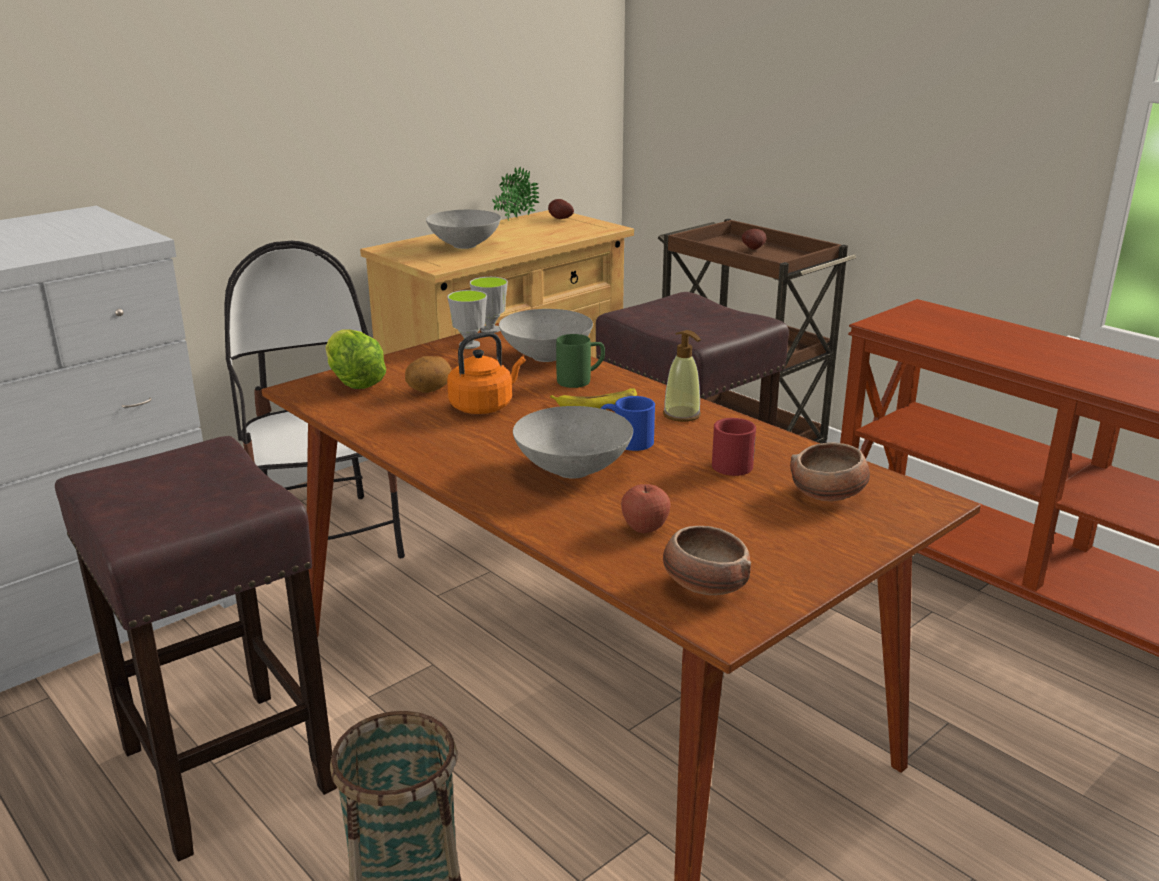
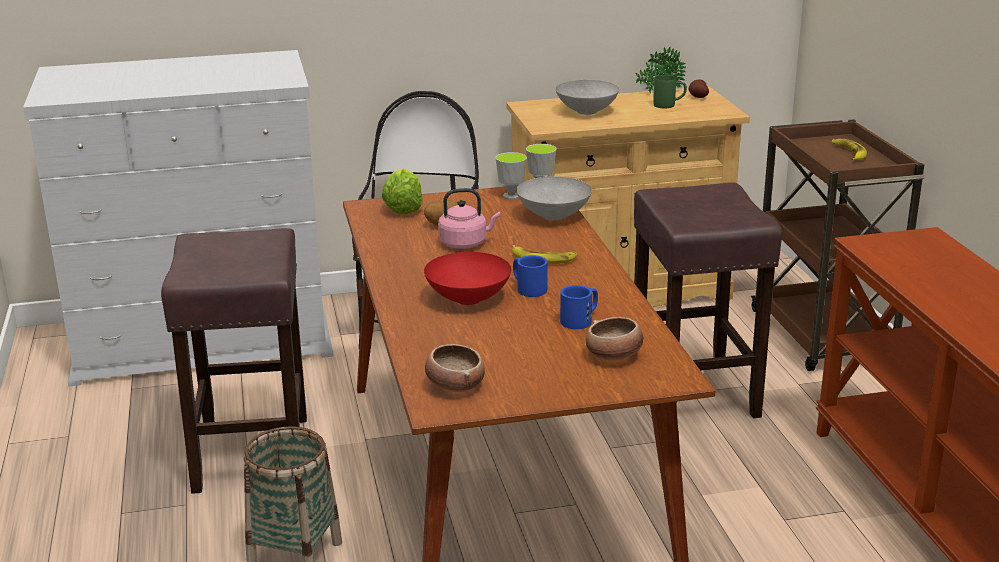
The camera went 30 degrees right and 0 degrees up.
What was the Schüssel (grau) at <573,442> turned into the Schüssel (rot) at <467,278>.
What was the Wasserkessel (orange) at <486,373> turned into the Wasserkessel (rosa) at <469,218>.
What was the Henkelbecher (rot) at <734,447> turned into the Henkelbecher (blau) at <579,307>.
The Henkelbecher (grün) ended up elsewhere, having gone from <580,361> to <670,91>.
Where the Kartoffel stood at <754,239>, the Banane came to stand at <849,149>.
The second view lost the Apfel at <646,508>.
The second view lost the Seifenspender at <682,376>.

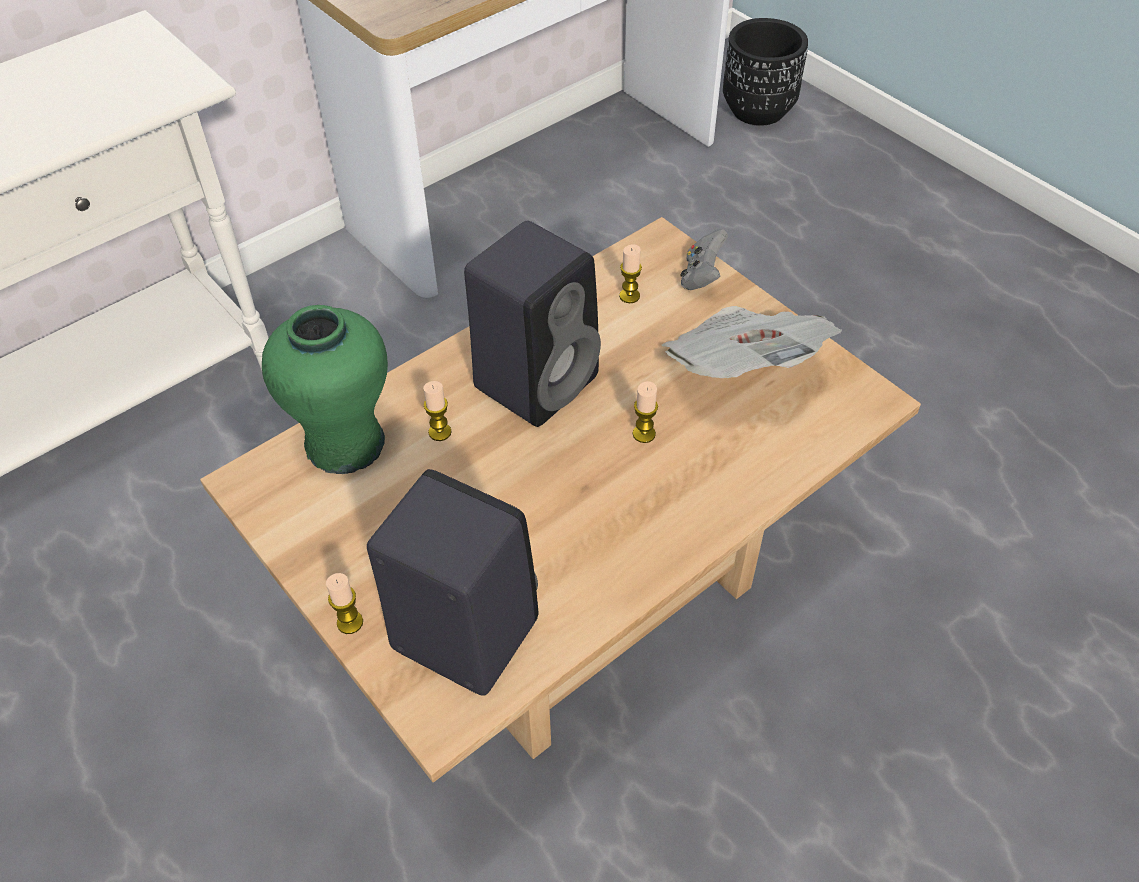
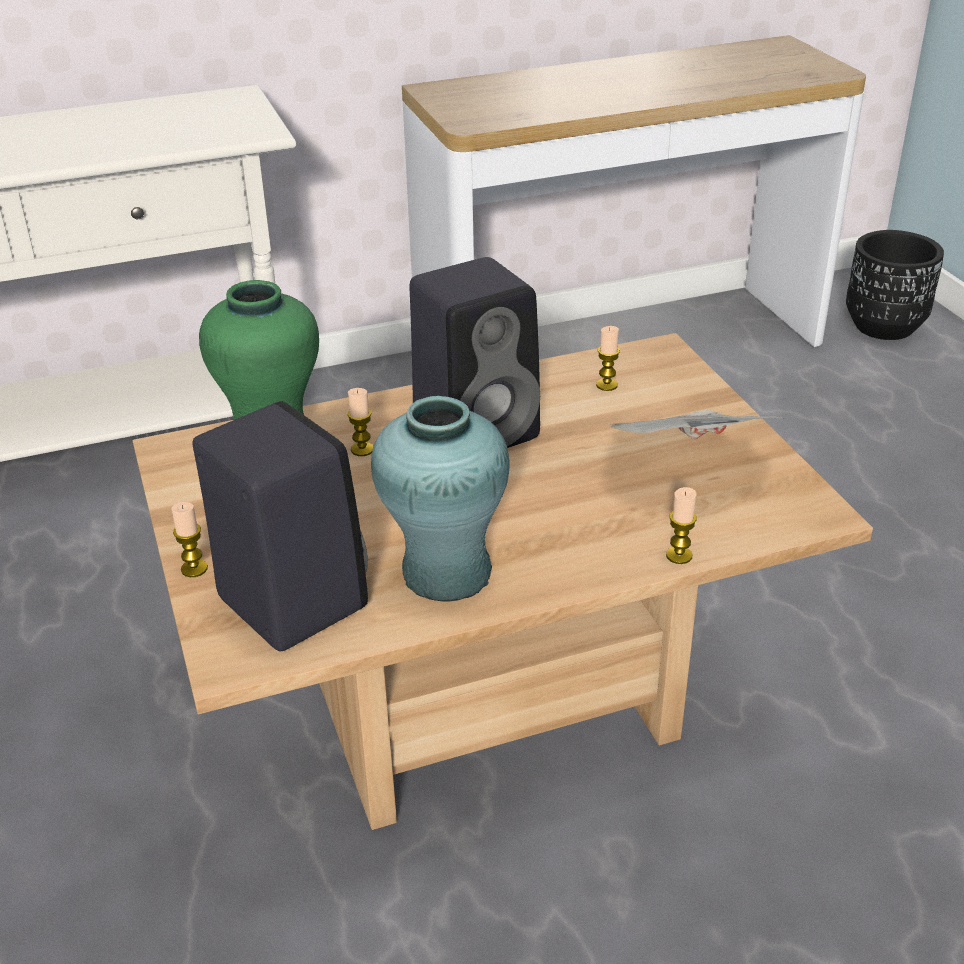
The camera went 20 degrees right and 15 degrees down.
The second view gained the Vase (türkis) at <440,499>.
The Kerze ended up elsewhere, having gone from <645,412> to <681,525>.
The second view lost the Gamepad (grau) at <704,259>.

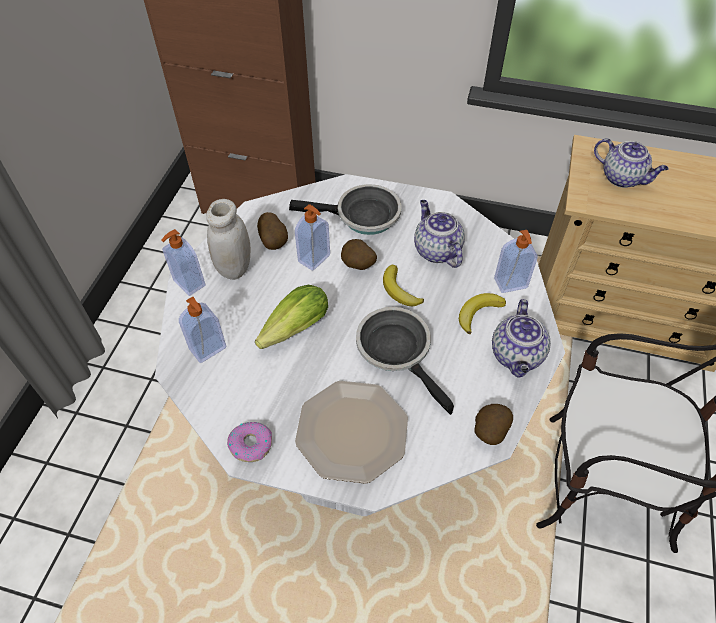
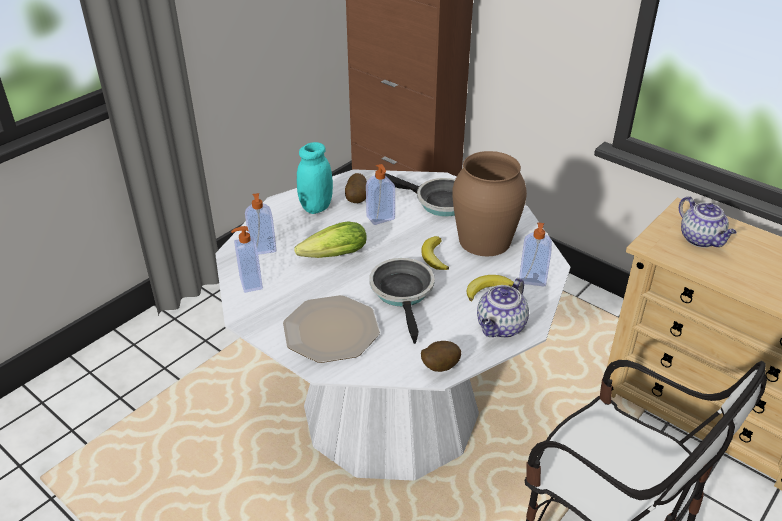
The camera went 25 degrees right and 15 degrees down.
The Seifenspender ended up elsewhere, having gone from <183,262> to <247,259>.
What was the Vorratsglas (weiß) at <228,239> turned into the Vorratsglas (türkis) at <315,178>.
Where the Teekanne stood at <439,234>, the Vase (braun) came to stand at <489,203>.
The second view lost the Donut at <249,442>.
The second view lost the Kartoffel at <359,254>.

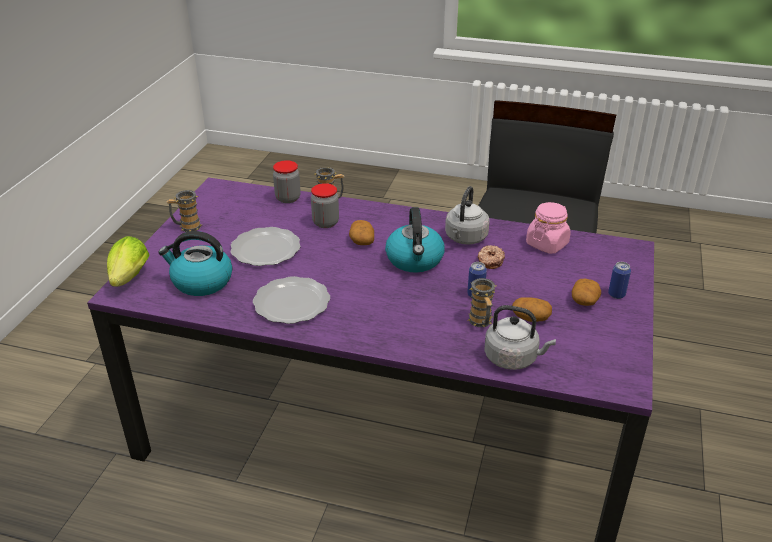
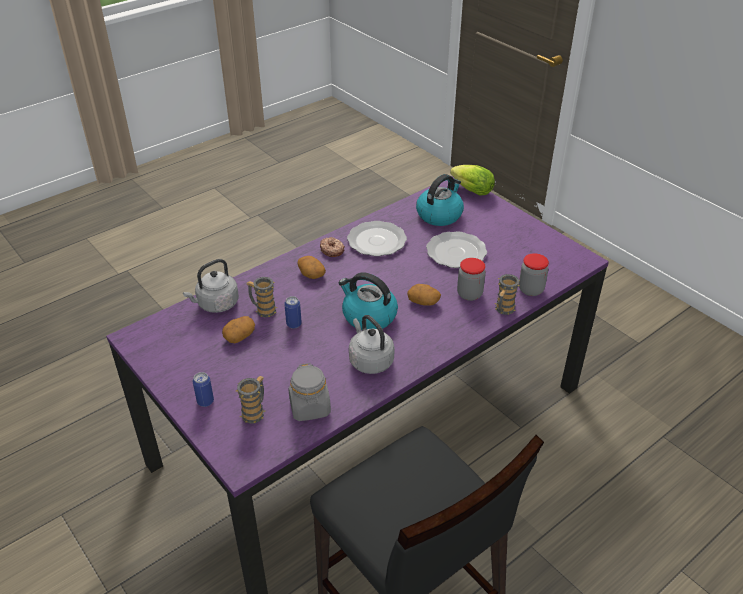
The camera went 125 degrees right and 5 degrees up.
The Henkelbecher ended up elsewhere, having gone from <184,211> to <250,400>.
What was the Vorratsglas (rosa) at <548,228> turned into the Vorratsglas (grau) at <310,392>.
The Kartoffel ended up elsewhere, having gone from <586,292> to <311,267>.
The Donut ended up elsewhere, having gone from <491,257> to <332,247>.

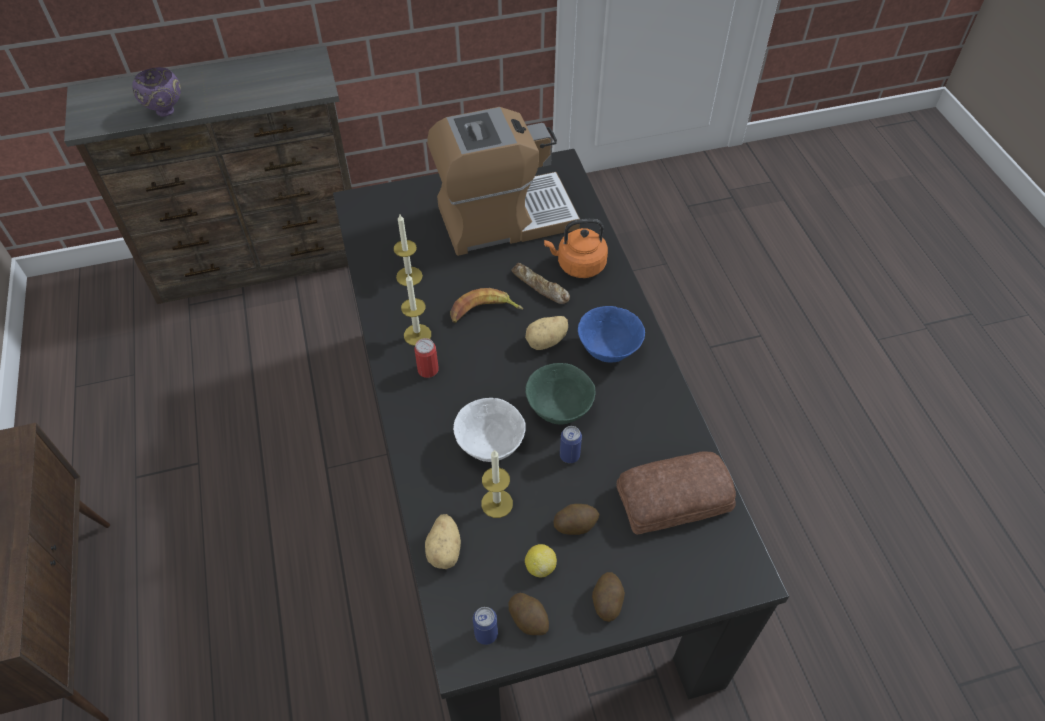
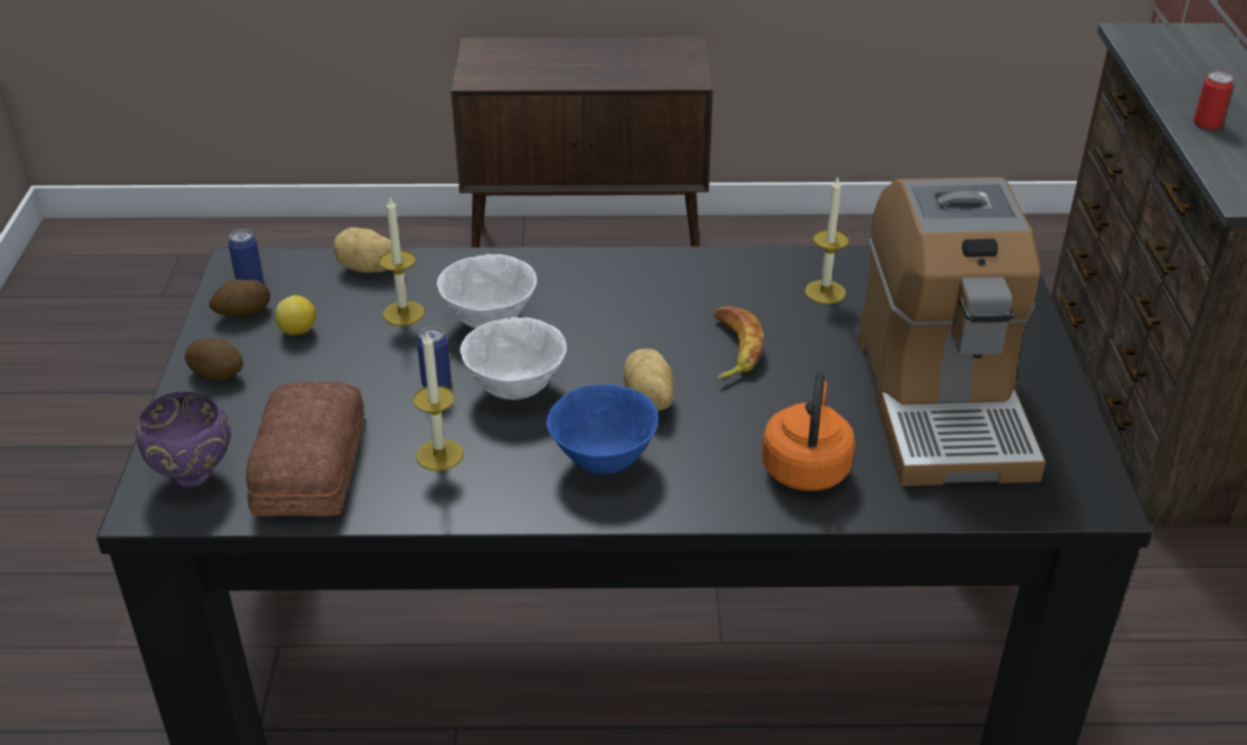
The camera went 105 degrees right and 15 degrees down.
The Schüssel (lila) ended up elsewhere, having gone from <156,92> to <183,439>.
The Kerze ended up elsewhere, having gone from <416,310> to <438,401>.
What was the Schüssel (grün) at <560,394> turned into the Schüssel (weiß) at <513,358>.
The Dose ended up elsewhere, having gone from <427,358> to <1213,101>.
The second view lost the Brot at <541,283>.
The second view lost the Kartoffel at <576,519>.

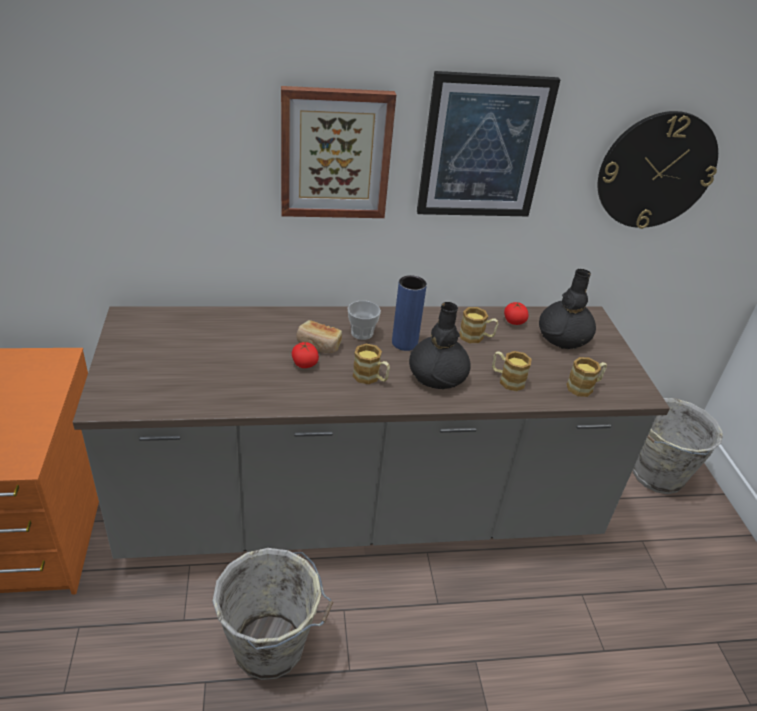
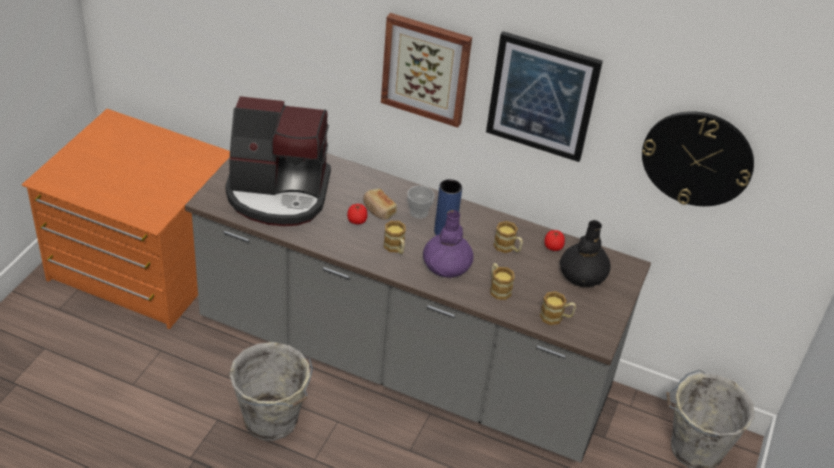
The camera went 30 degrees right and 5 degrees up.
The second view gained the Kaffeemaschine at <278,161>.
What was the Vase (schwarz) at <440,345> turned into the Vase (lila) at <448,244>.

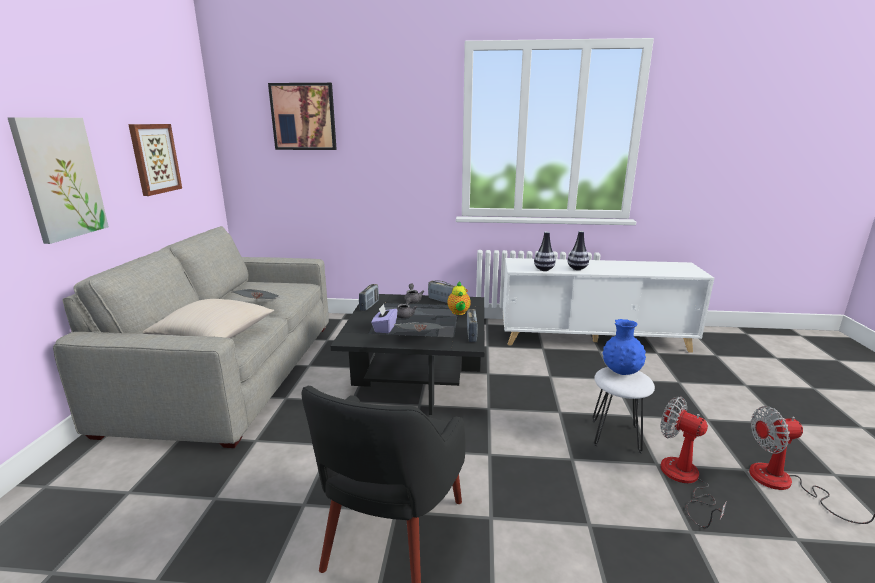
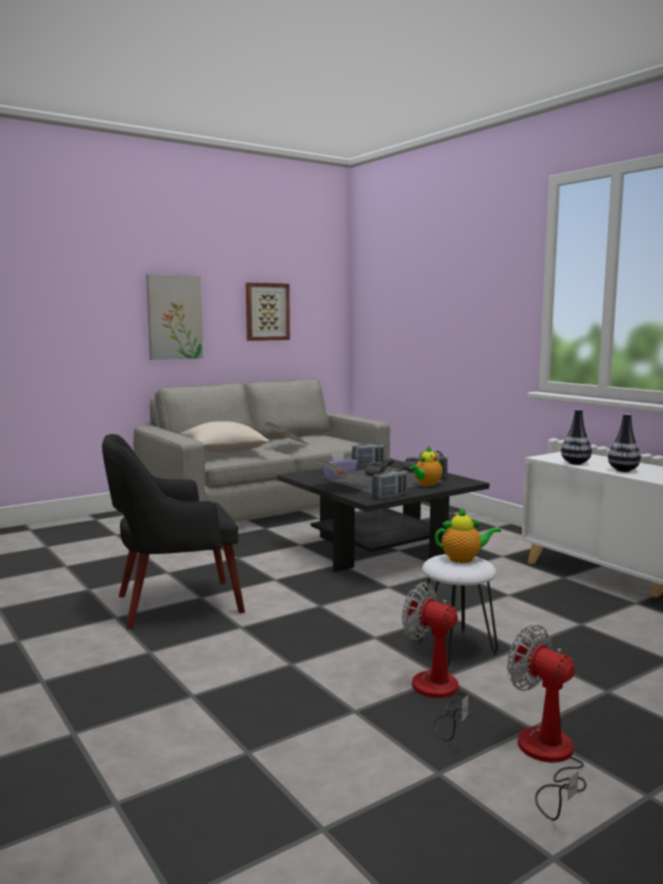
The camera went 50 degrees right and 10 degrees down.
The Ventilator at <694,462> ended up facing another way, 60 degrees counterclockwise from before.
Where the Vase (blau) stood at <624,347>, the Teekanne came to stand at <468,535>.
The second view lost the Bild at <302,116>.

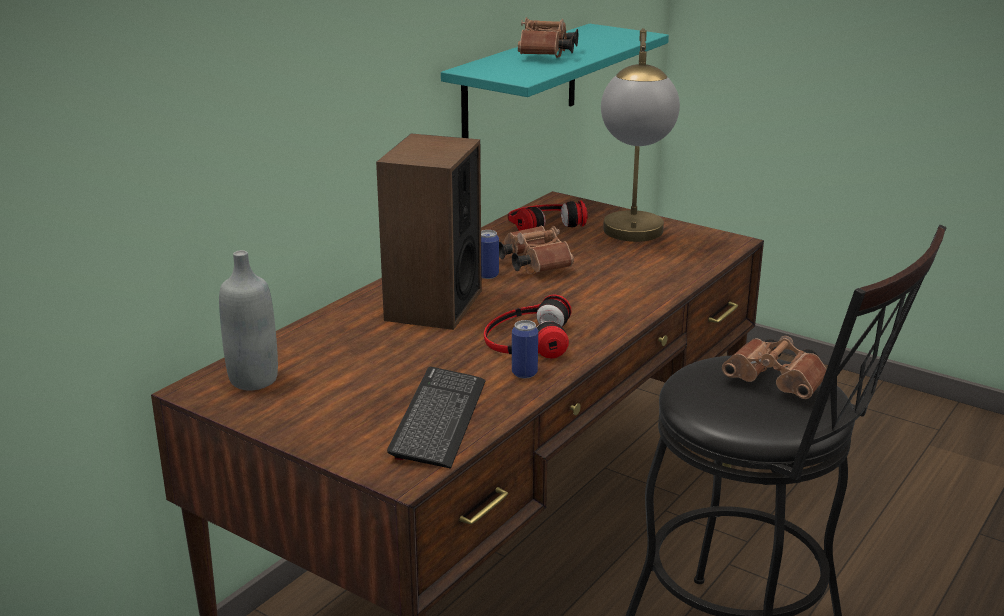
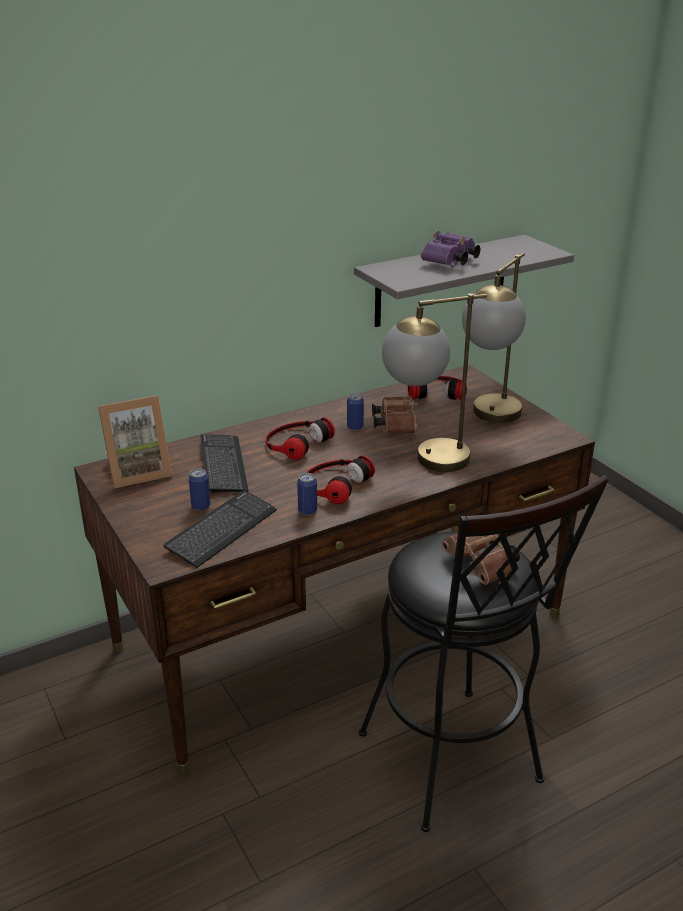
The camera went 25 degrees right and 5 degrees up.
Where the Flasche (grau) stood at <248,320>, the Bilderrahmen came to stand at <135,441>.
The second view gained the Dose at <199,489>.
The second view gained the Tastatur at <224,463>.
Where the Lautsprecher stood at <429,232>, the Kopfhörer came to stand at <300,438>.
What was the Wandregal (türkis) at <555,81> turned into the Wandregal (grau) at <464,281>.
The second view gained the Tischlampe at <434,382>.
What was the Fernglas (braun) at <548,37> turned into the Fernglas (lila) at <450,249>.

